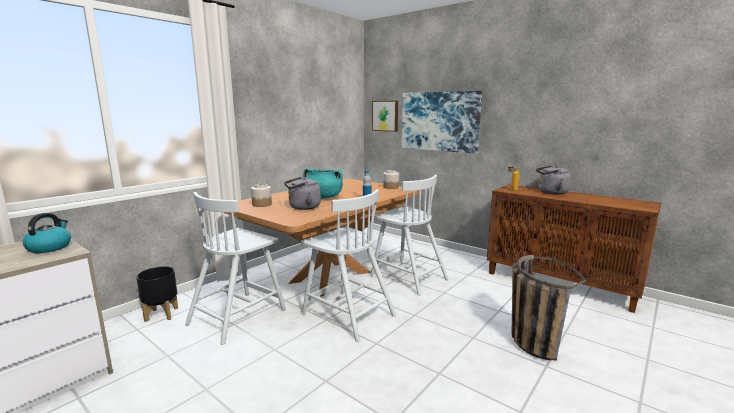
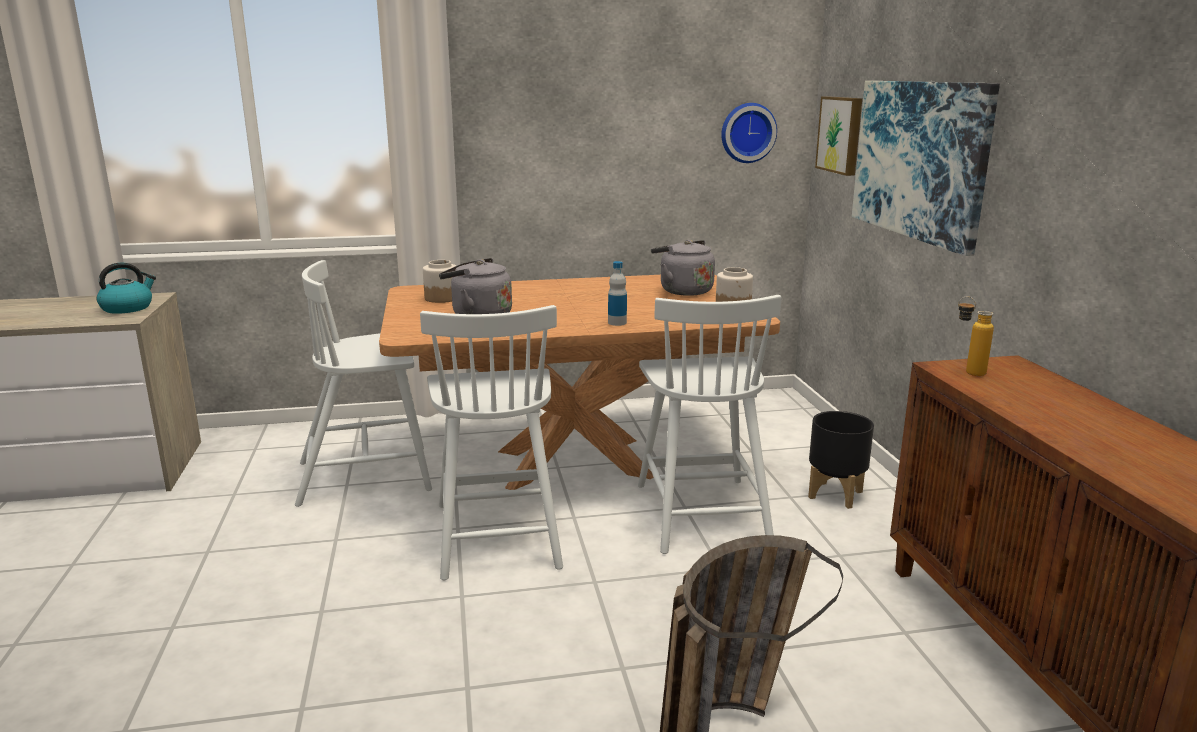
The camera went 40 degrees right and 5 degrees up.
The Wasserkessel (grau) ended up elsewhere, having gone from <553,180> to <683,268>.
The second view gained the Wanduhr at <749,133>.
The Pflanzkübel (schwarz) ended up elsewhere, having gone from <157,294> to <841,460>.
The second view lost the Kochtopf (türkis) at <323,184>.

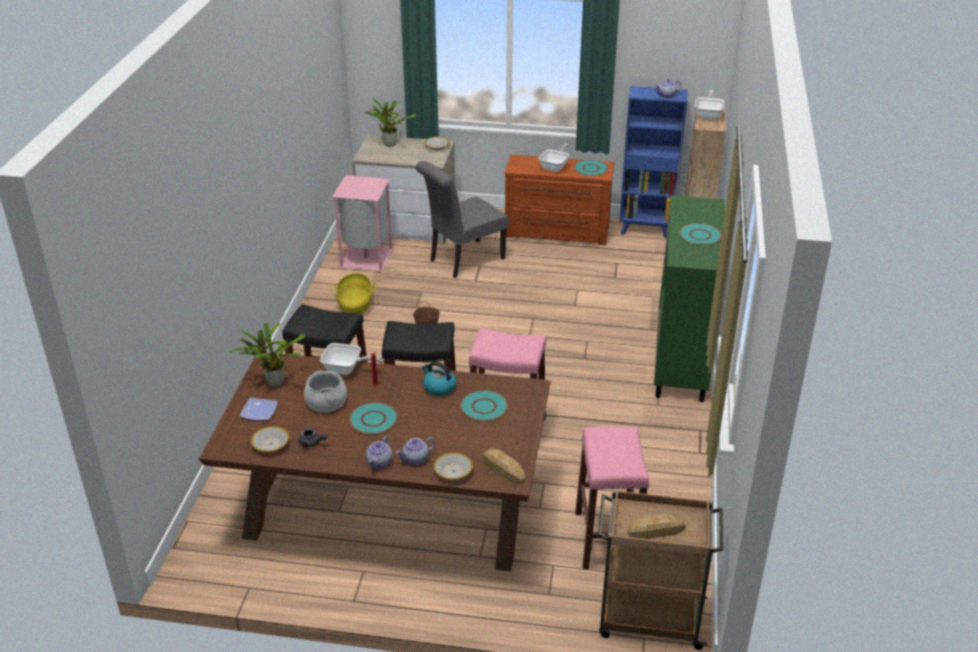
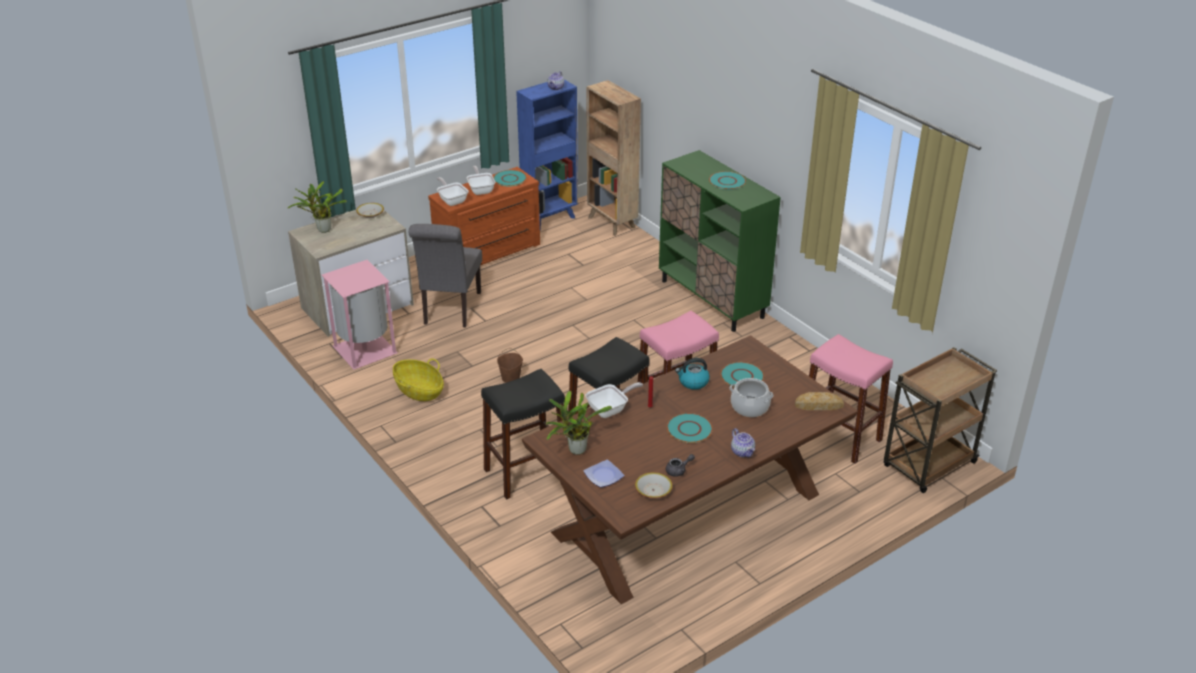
The camera went 45 degrees left and 0 degrees up.
The Pfanne ended up elsewhere, having gone from <709,105> to <453,191>.
The Kochtopf ended up elsewhere, having gone from <325,392> to <752,397>.
The second view lost the Teekanne at <415,451>.
The second view lost the Schüssel at <453,466>.
The second view lost the Brot at <657,526>.

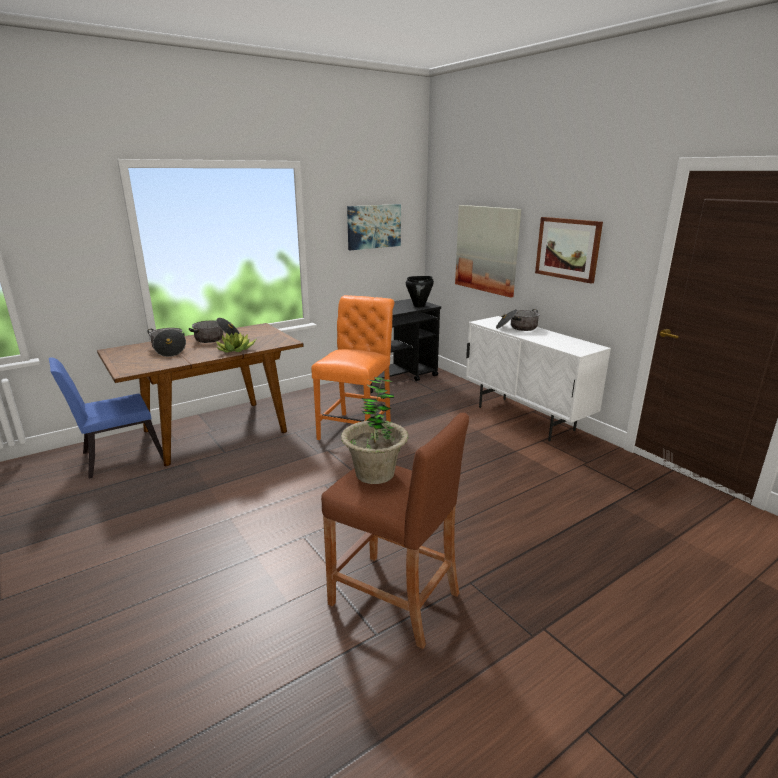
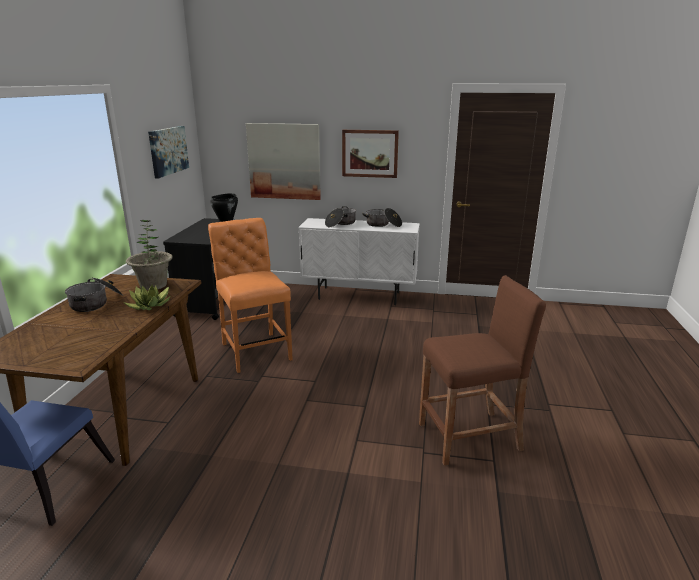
The camera went 45 degrees left and 0 degrees up.
The Topfpflanze ended up elsewhere, having gone from <374,430> to <149,255>.
The Kochtopf ended up elsewhere, having gone from <166,342> to <382,217>.

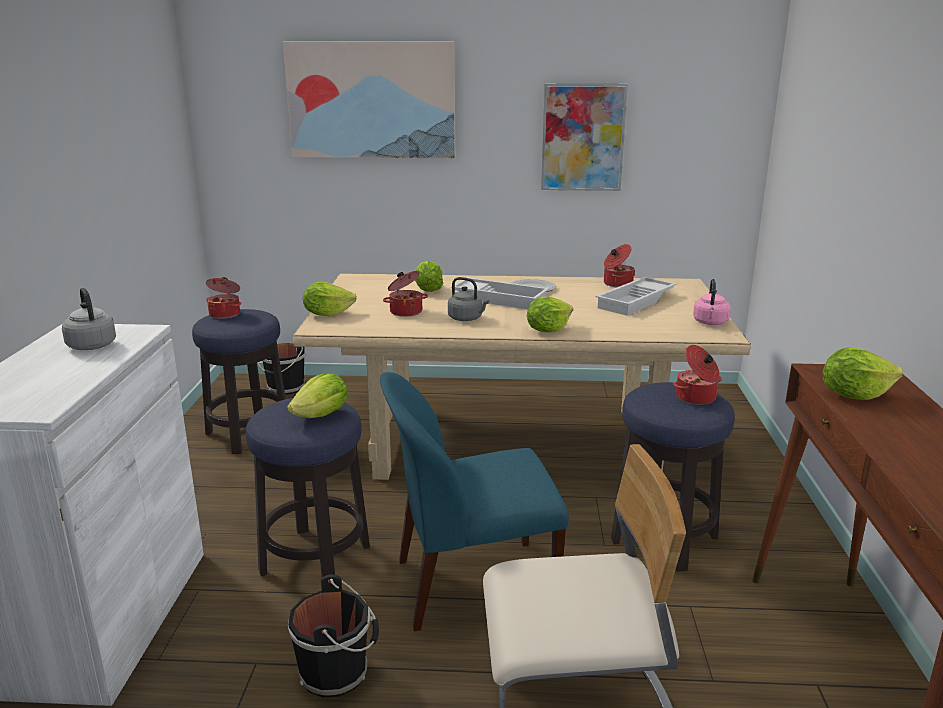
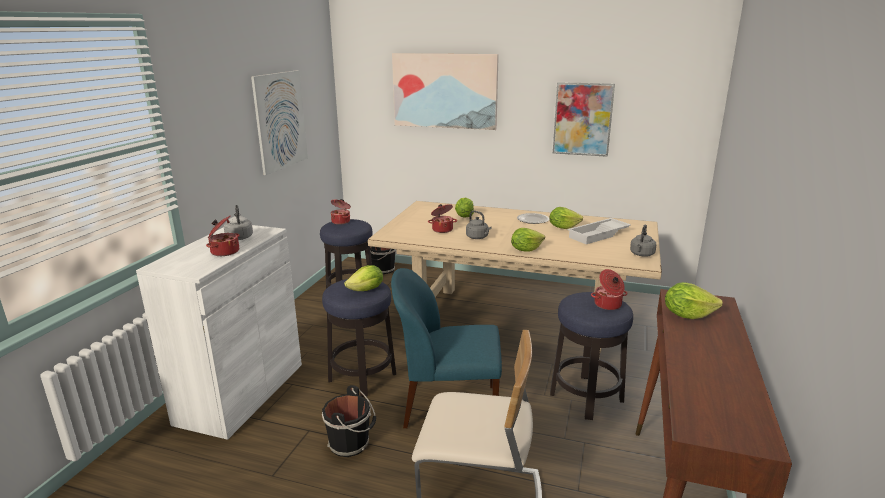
The camera went 15 degrees right and 0 degrees up.
The Kochtopf ended up elsewhere, having gone from <619,265> to <223,236>.
The second view gained the Bild at <279,122>.
The Salatkopf ended up elsewhere, having gone from <330,299> to <566,218>.
What was the Wasserkessel (rosa) at <712,302> turned into the Wasserkessel (grau) at <643,240>.
The second view lost the Tablett (weiß) at <500,293>.

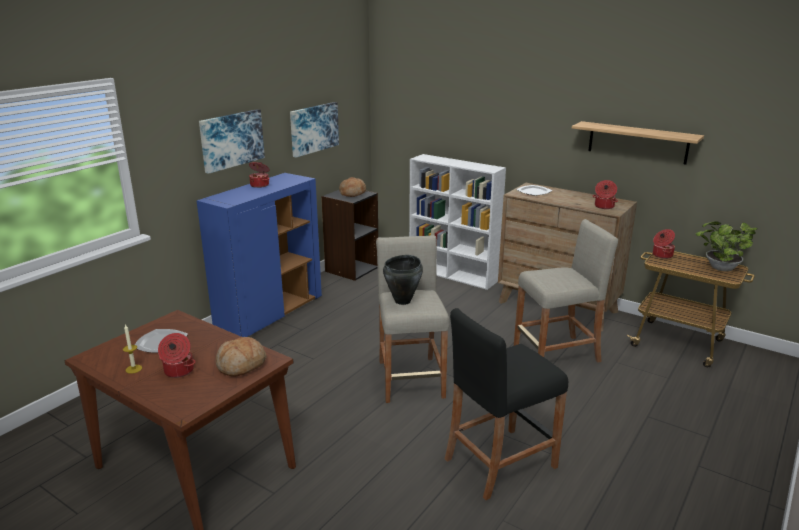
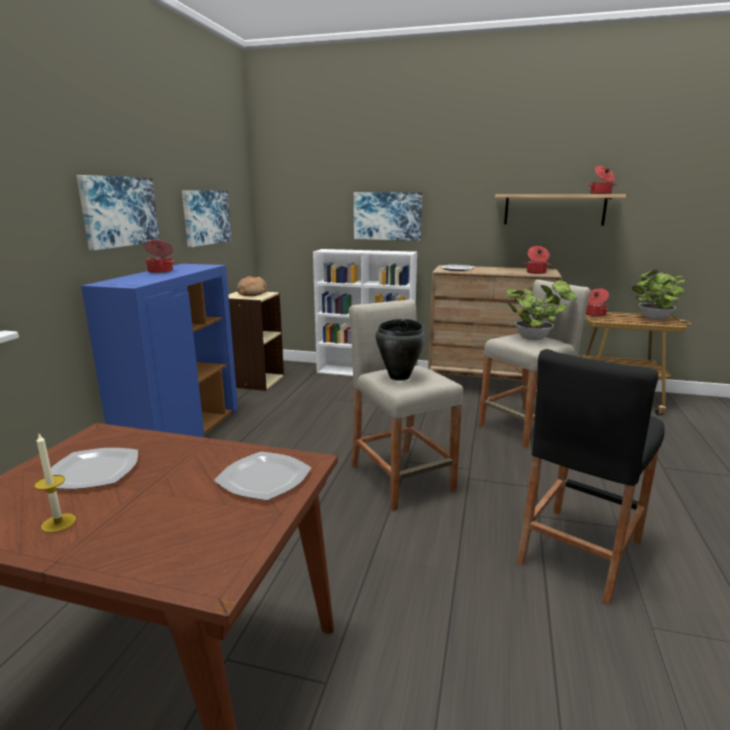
The camera went 20 degrees left and 5 degrees down.
Where the Brot stood at <241,357>, the Teller came to stand at <262,476>.
What was the Bücherregal (schwarz) at <349,235> turned into the Bücherregal (beige) at <256,341>.
The second view gained the Bild at <388,216>.
The second view gained the Topfpflanze at <541,310>.
The Kochtopf ended up elsewhere, having gone from <177,355> to <602,180>.

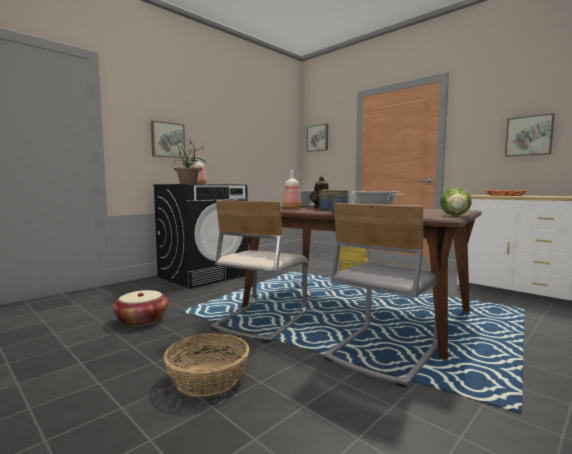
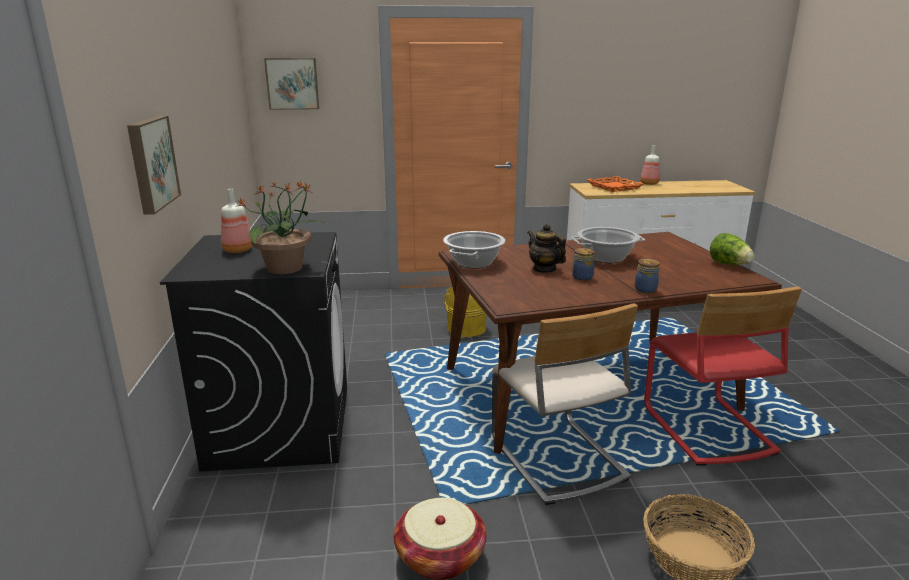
The camera went 50 degrees left and 15 degrees up.
The Flasche ended up elsewhere, having gone from <291,189> to <650,165>.
What was the Stuhl (grau) at <380,295> turned into the Stuhl (rot) at <723,376>.
The second view lost the Bild at <529,135>.

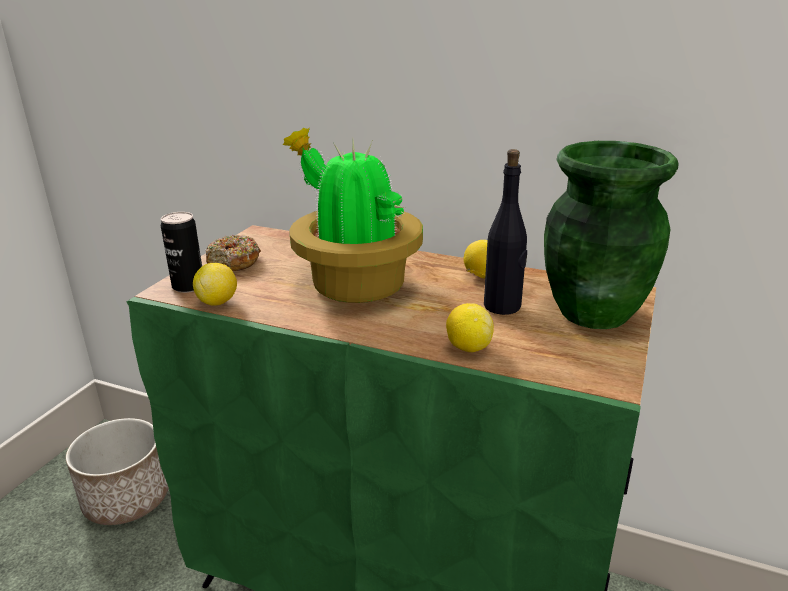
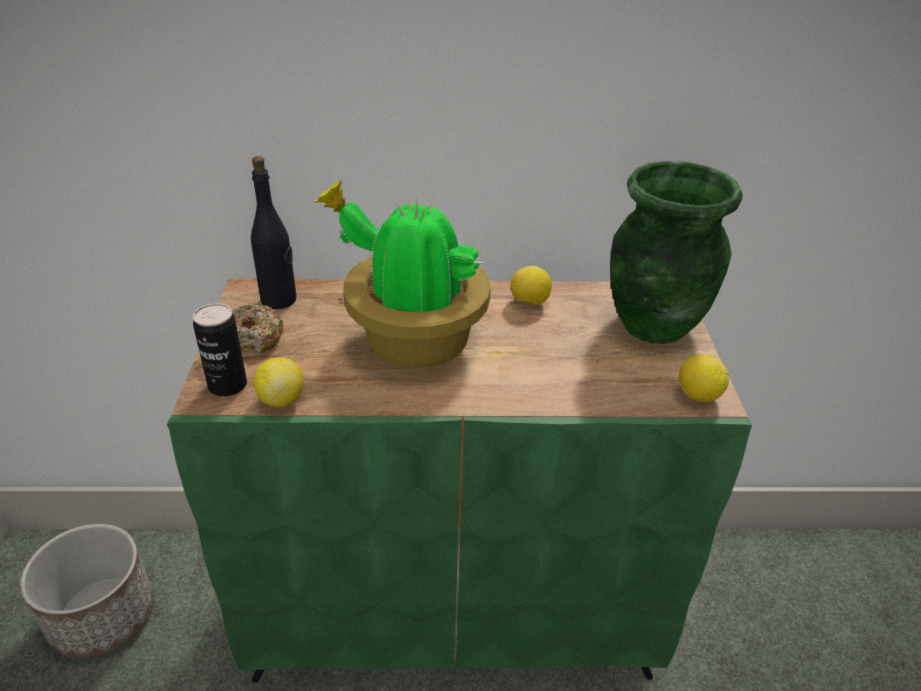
The camera went 25 degrees left and 10 degrees up.
The Flasche (schwarz) ended up elsewhere, having gone from <505,232> to <274,232>.
The Zitrone ended up elsewhere, having gone from <470,327> to <704,378>.

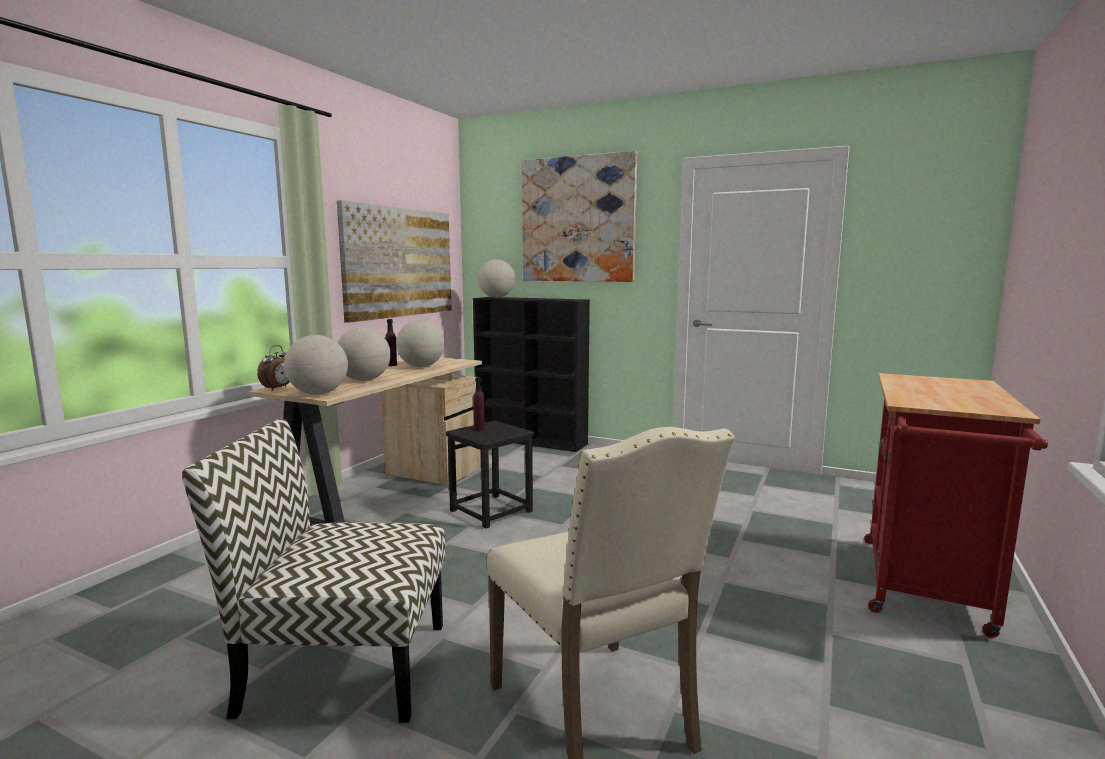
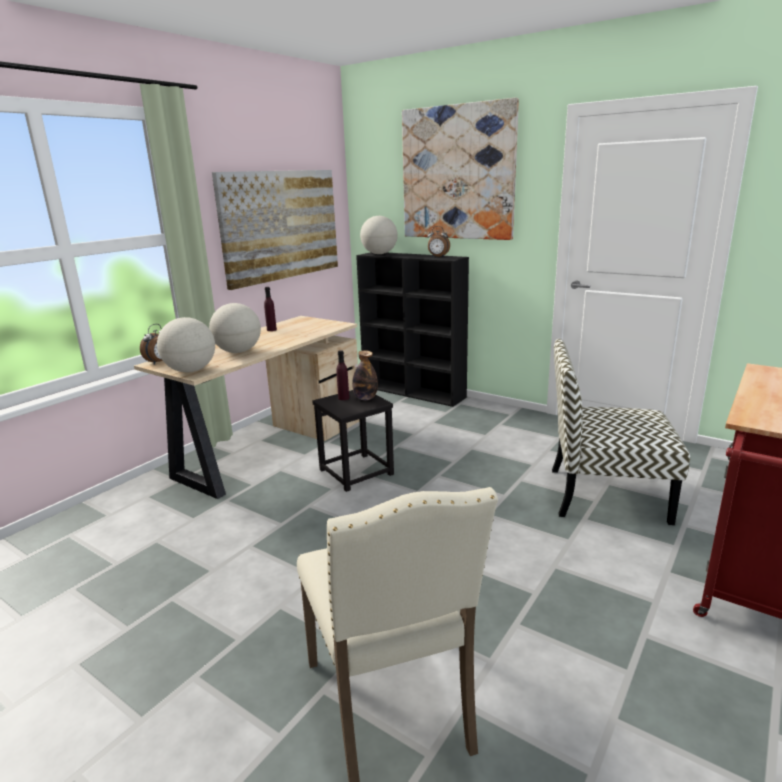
The camera went 10 degrees right and 10 degrees up.
The second view gained the Flasche at <365,375>.
The second view gained the Wecker at <439,241>.
The Stuhl ended up elsewhere, having gone from <314,571> to <621,432>.
The second view lost the Globus at <420,343>.

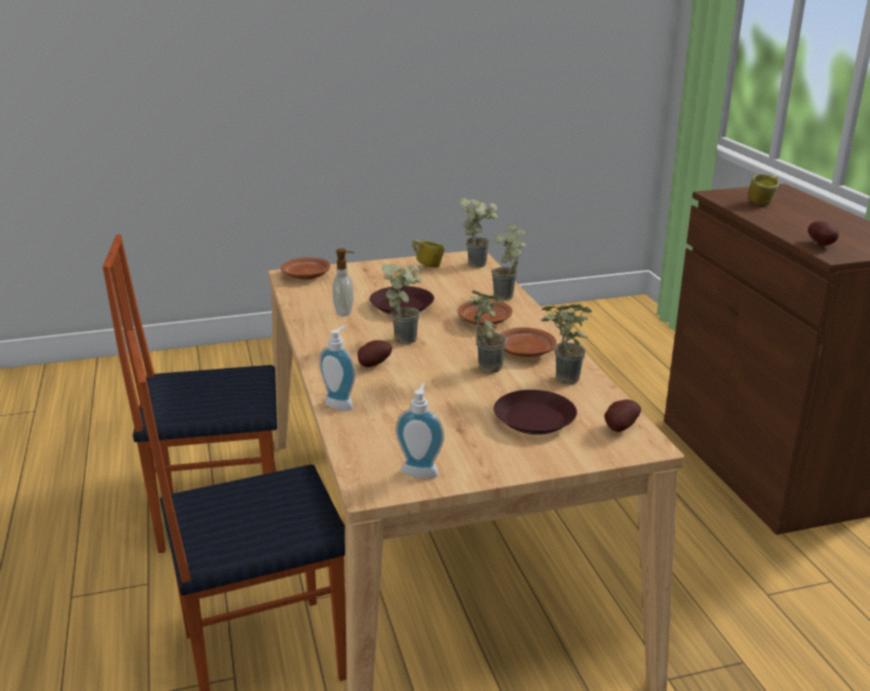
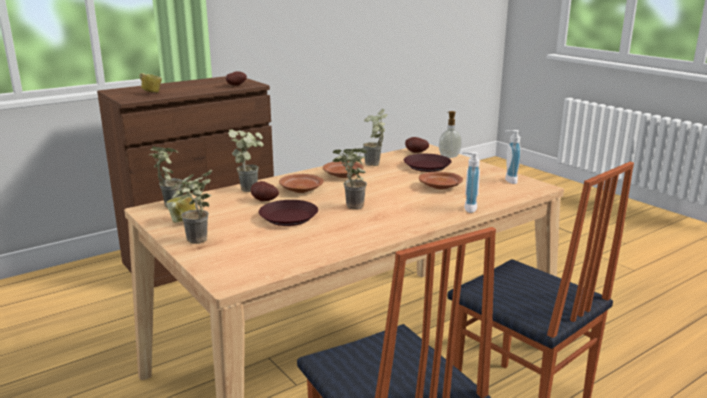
The camera went 110 degrees left and 5 degrees down.
The Topfpflanze ended up elsewhere, having gone from <487,332> to <192,207>.
The Kartoffel ended up elsewhere, having gone from <375,353> to <265,191>.
The Teller (braun) ended up elsewhere, having gone from <305,269> to <441,181>.
The Seifenspender ended up elsewhere, having gone from <343,282> to <450,134>.

